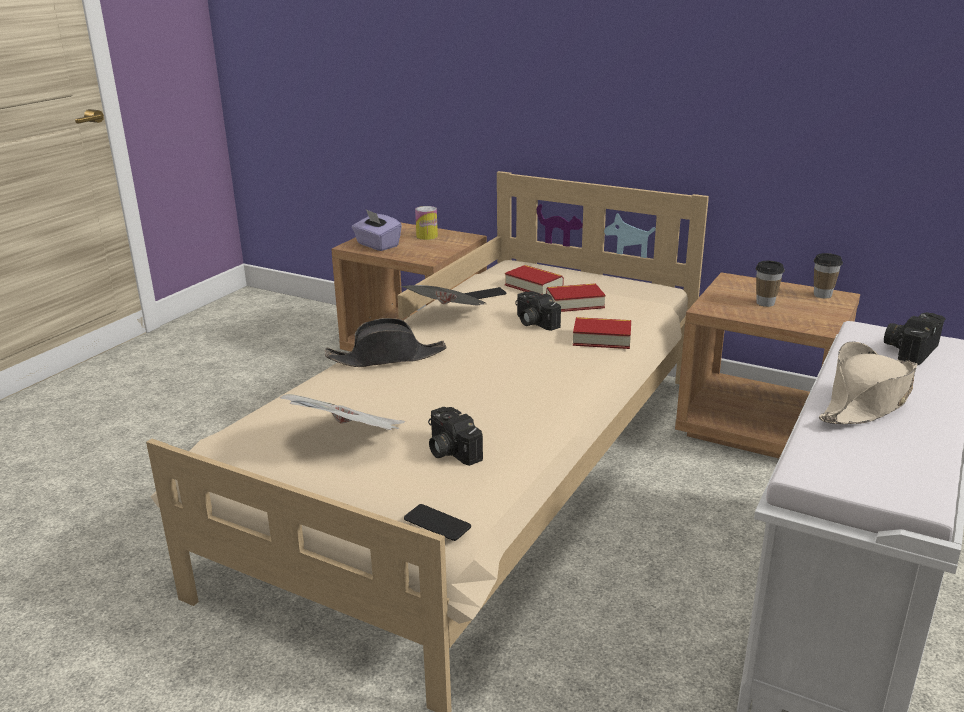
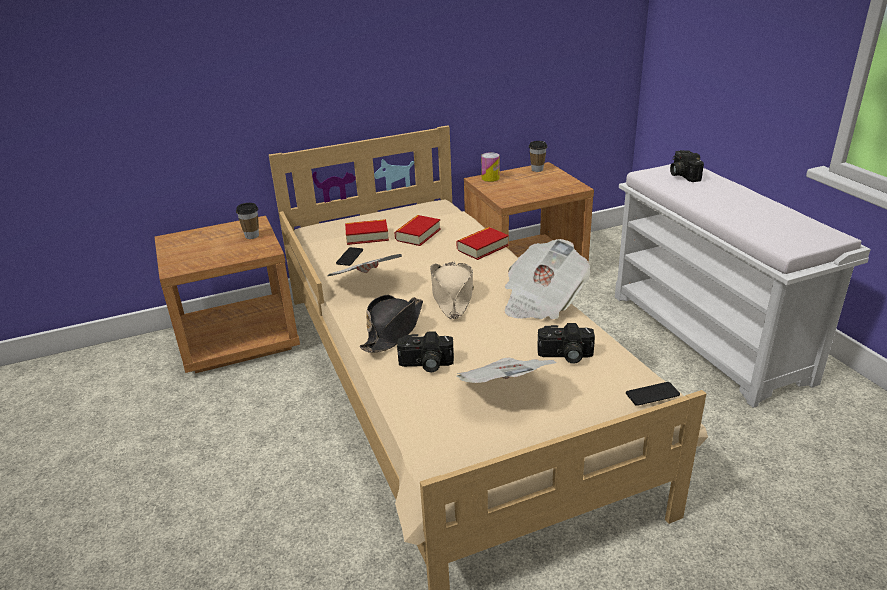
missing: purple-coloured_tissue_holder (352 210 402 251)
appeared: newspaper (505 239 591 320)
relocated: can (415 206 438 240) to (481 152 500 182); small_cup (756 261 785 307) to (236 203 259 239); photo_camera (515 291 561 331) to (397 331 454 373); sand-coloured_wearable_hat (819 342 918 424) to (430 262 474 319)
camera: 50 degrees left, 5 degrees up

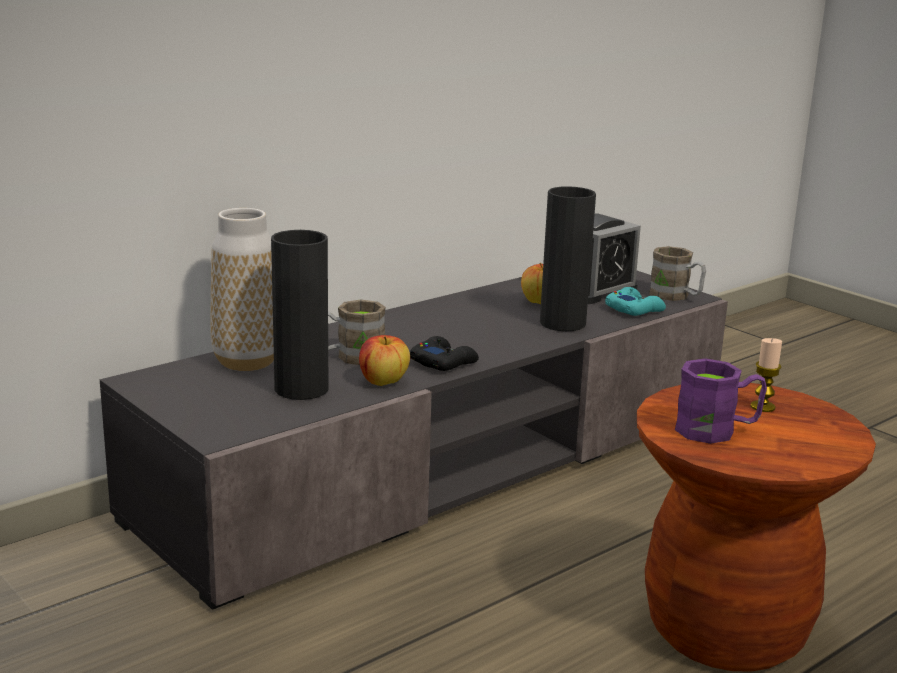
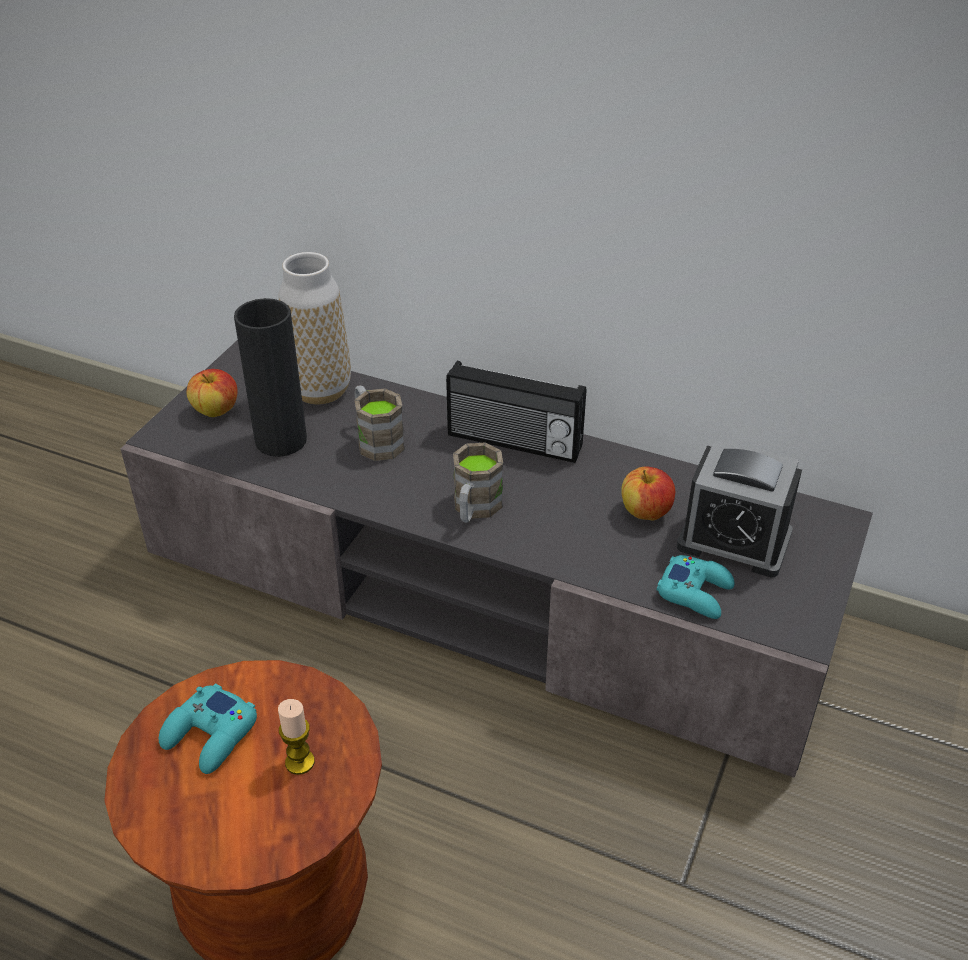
missing: black-coloured_decorative_vase (540 186 596 331); black-coloured_gamepad (410 336 479 371)
appeared: radio (446 361 586 463)
relocated: brown-coloured_coffee_mug (649 246 706 301) to (453 442 503 523); apple_fruit (359 335 410 386) to (187 369 238 417)
exchanged: purple-coloured_coffee_mug (675 358 767 444) to blue-green_gamepad (159 683 257 774)
camera: 65 degrees right, 20 degrees up

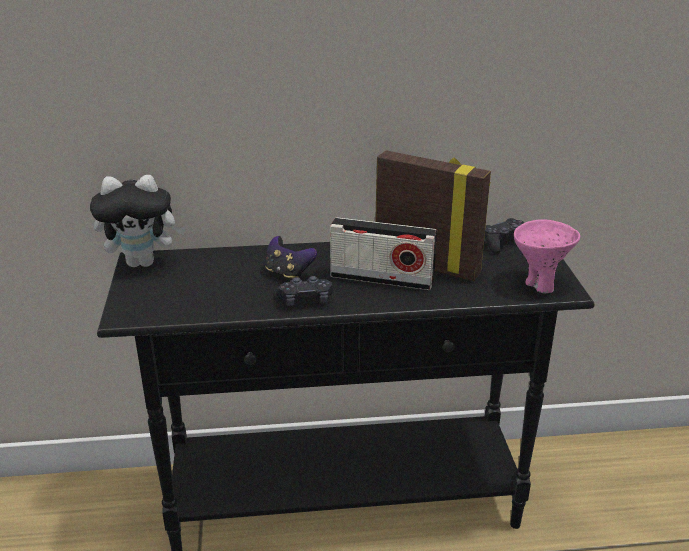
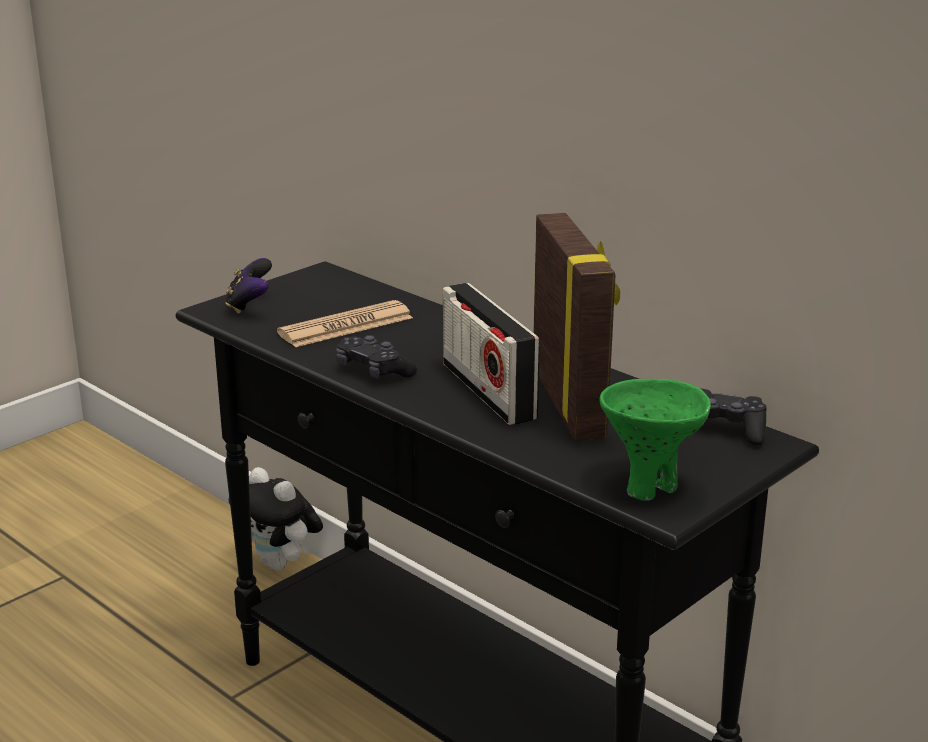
appeared: newspaper (277 300 413 347)
relocated: cuddly_toy (90 175 186 267) to (228 467 323 571); gamepad (265 236 317 279) to (225 258 272 314)
colour: pinkish_deep_dish (514 220 580 293) to green_deep_dish (599 379 711 501)
camera: 50 degrees right, 5 degrees down

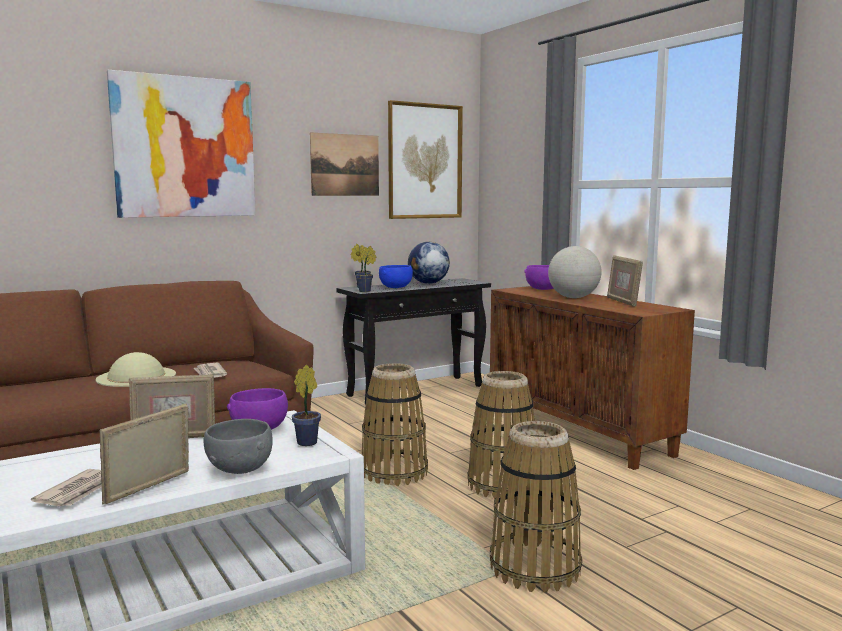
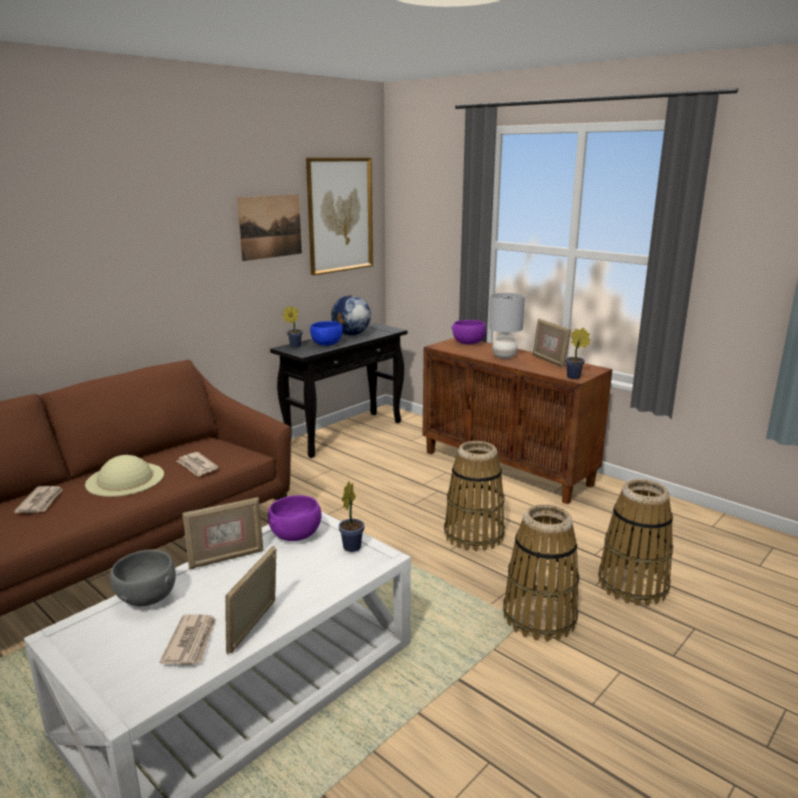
missing: picture (107 70 256 218)
appeared: newspaper (14 486 62 513)
relocated: potted_plant (356 246 377 292) to (566 328 590 379); household_basket (362 363 428 486) to (598 479 673 606); gray_deep_dish (204 419 273 474) to (110 550 176 607)
exchanged: globe (548 246 602 298) to gray_table_lamp (489 293 525 359)
camera: 15 degrees left, 10 degrees up

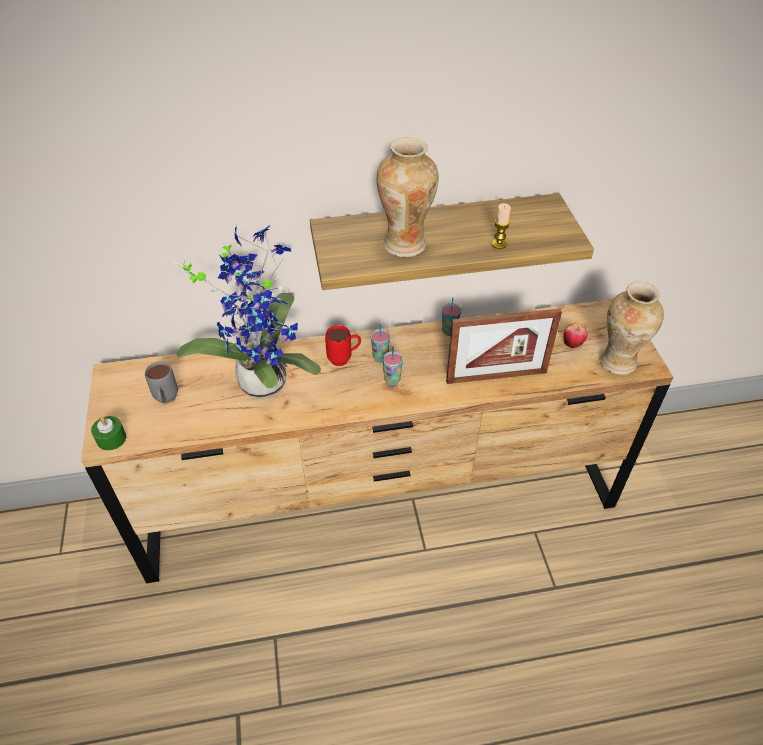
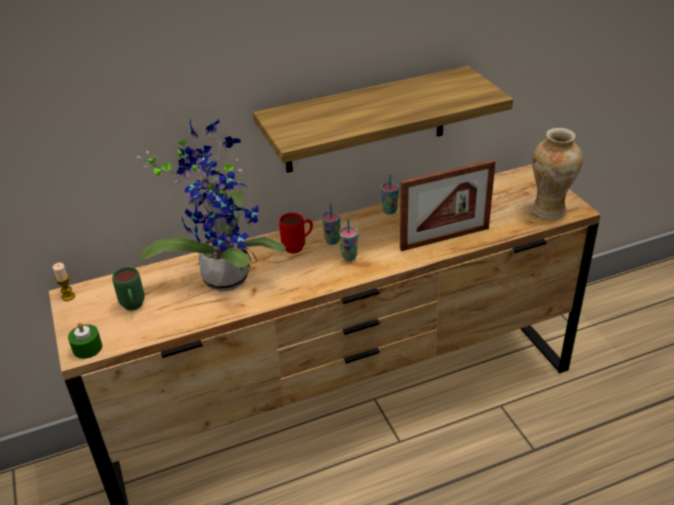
missing: decorative_vase (377 137 439 257); apple_fruit (563 323 588 348)
relocated: wax_candle (492 203 511 249) to (53 263 75 301)
colour: gray_coffee_mug (145 362 178 404) to green_coffee_mug (112 267 145 311)
camera: 10 degrees left, 10 degrees down

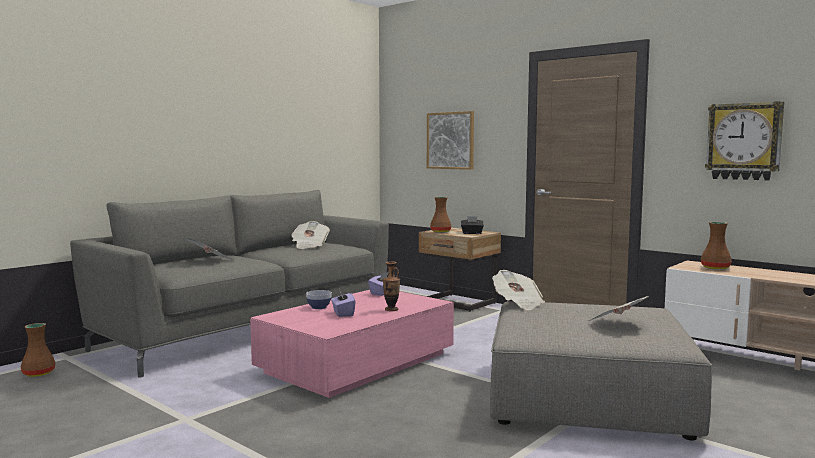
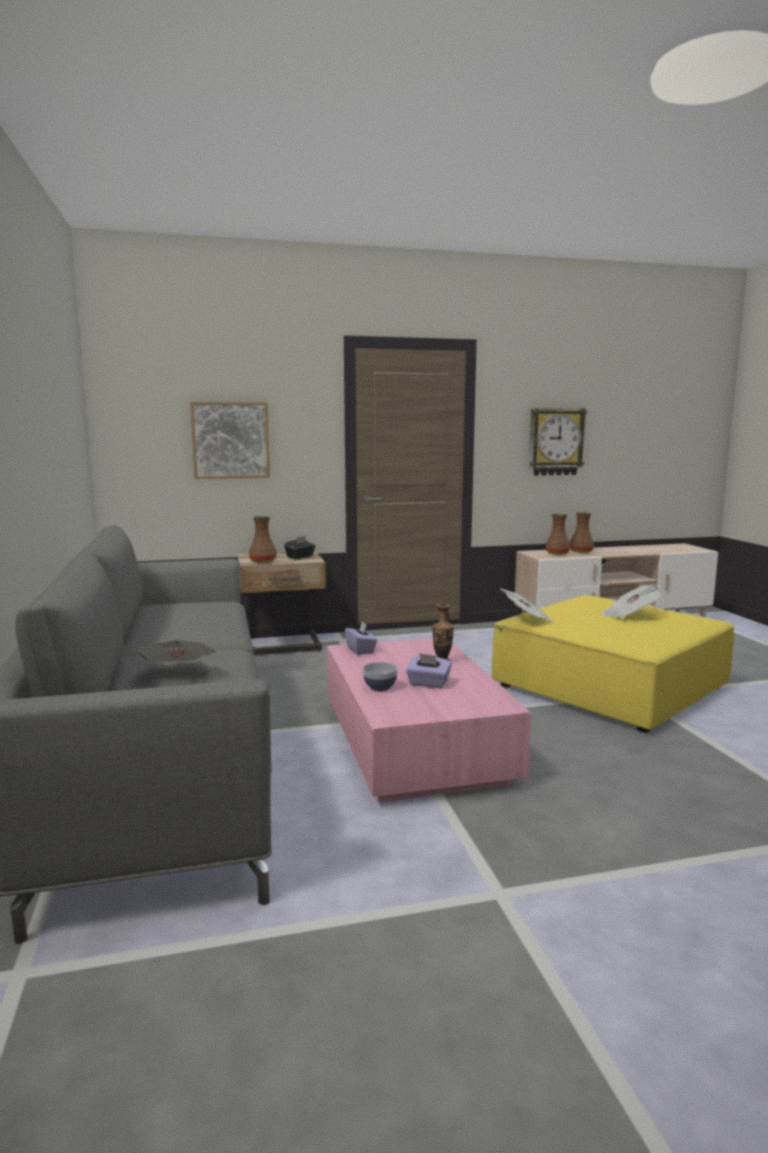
missing: newspaper (291 221 330 249)
relocated: brown-coloured_decorative_vase (21 323 56 377) to (570 512 594 553)
colour: gray_ottoman (490 301 712 440) to yellow_ottoman (492 595 735 732)
camera: 55 degrees left, 5 degrees up

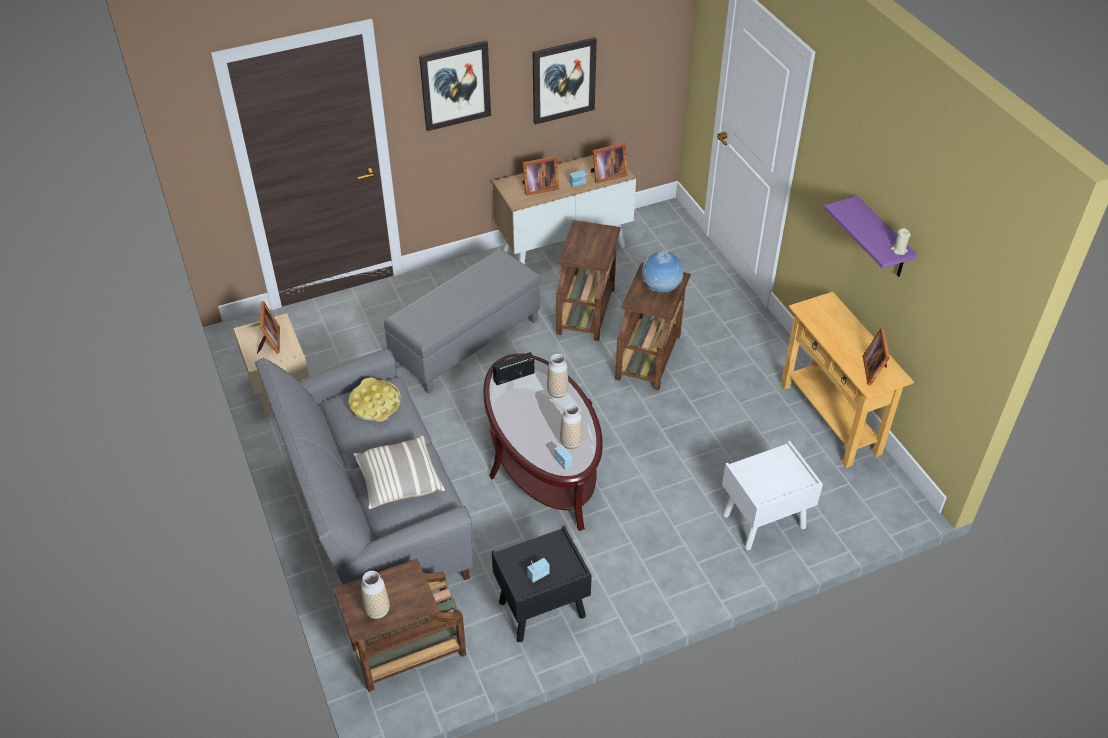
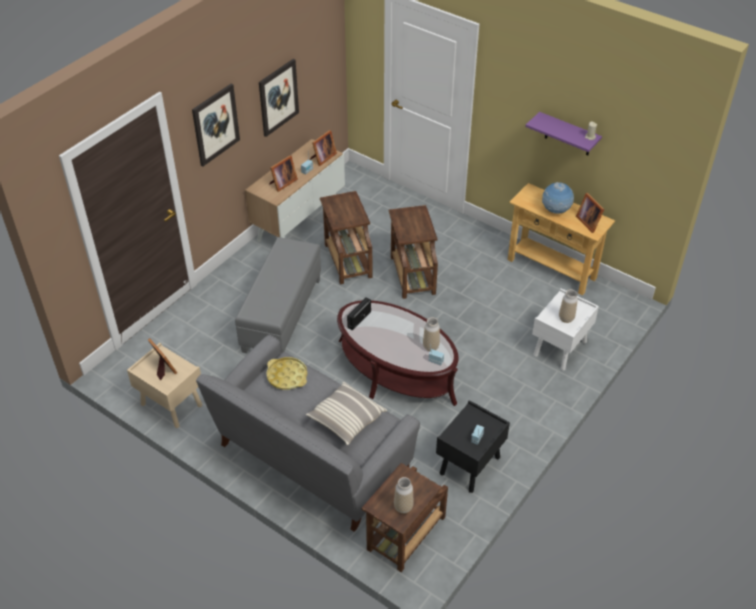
relocated: globe (642 251 684 293) to (542 182 574 214); decorative_vase (547 354 569 398) to (559 289 578 323)
camera: 30 degrees left, 0 degrees up

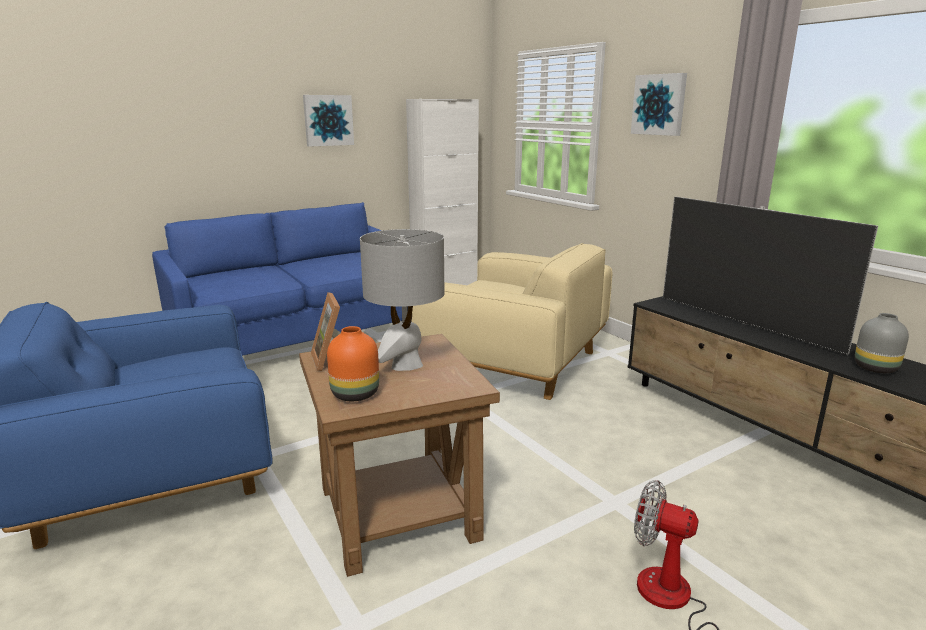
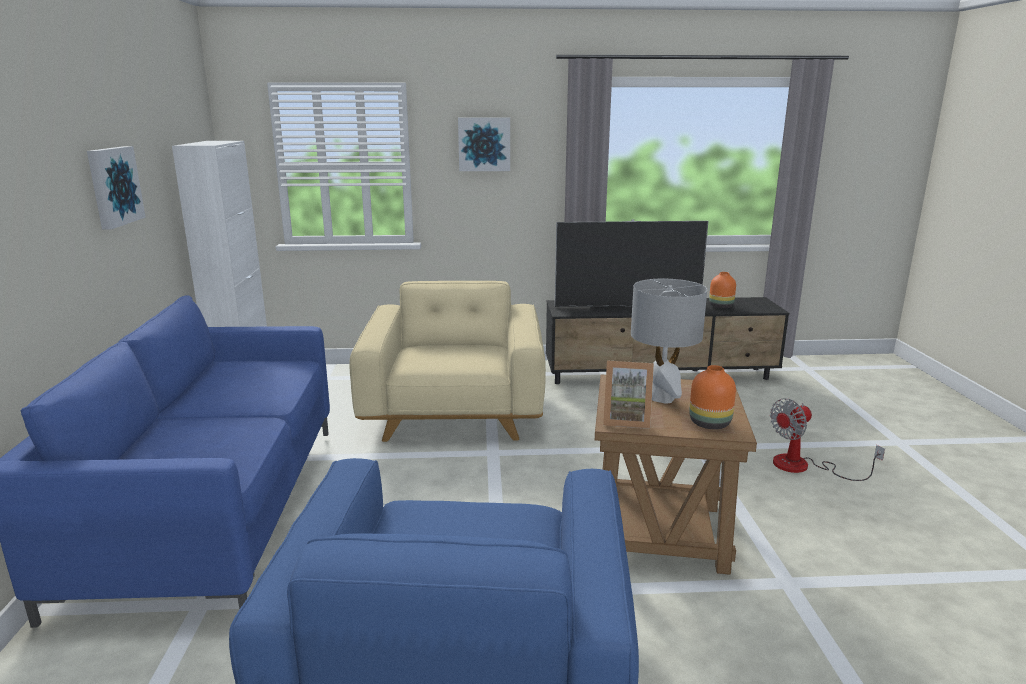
colour: gray_decorative_vase (855 313 909 373) to orange-coloured_decorative_vase (709 272 736 308)
spun: sand-coloured_easy_chair (411 243 612 400) = (349 281 546 442) 60 degrees counterclockwise
camera: 60 degrees left, 0 degrees up

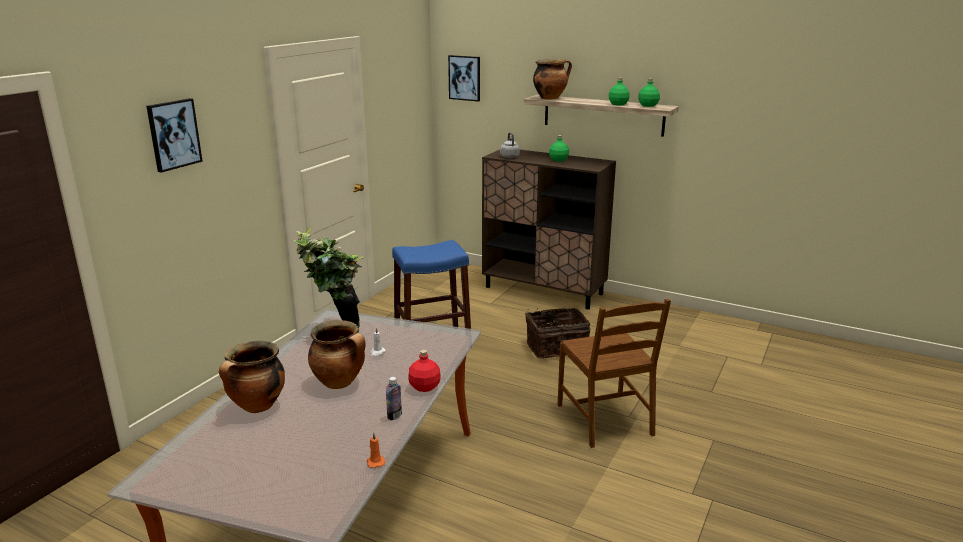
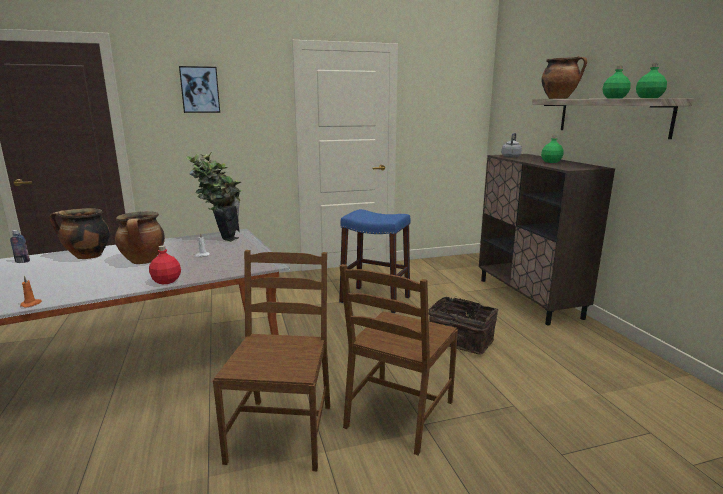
missing: picture (448 55 480 102)
appeared: brown-coloured_upright_chair (213 250 330 471)
relocated: bottle (386 377 402 420) to (10 230 30 263)
camera: 45 degrees right, 5 degrees down

